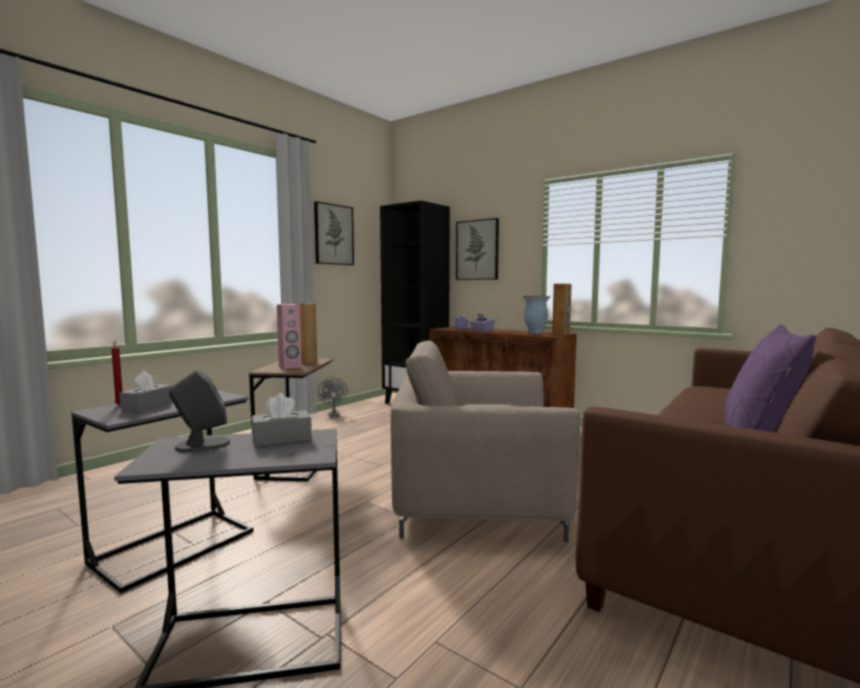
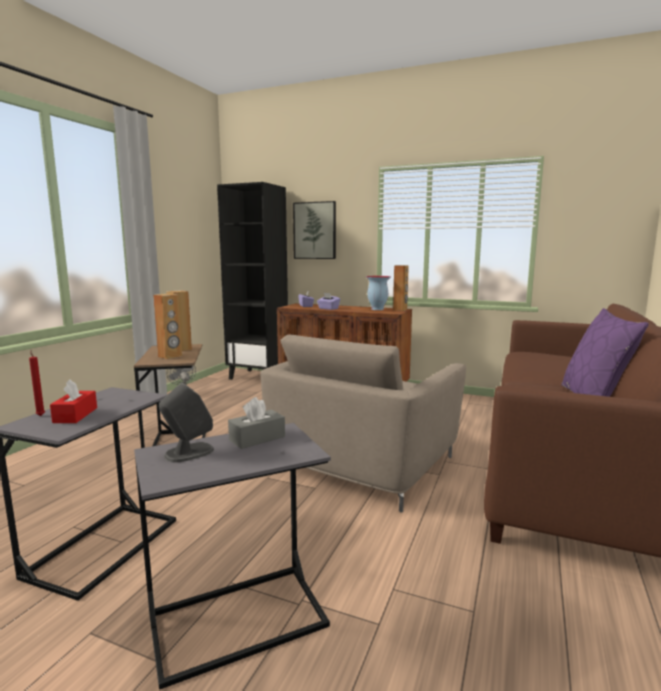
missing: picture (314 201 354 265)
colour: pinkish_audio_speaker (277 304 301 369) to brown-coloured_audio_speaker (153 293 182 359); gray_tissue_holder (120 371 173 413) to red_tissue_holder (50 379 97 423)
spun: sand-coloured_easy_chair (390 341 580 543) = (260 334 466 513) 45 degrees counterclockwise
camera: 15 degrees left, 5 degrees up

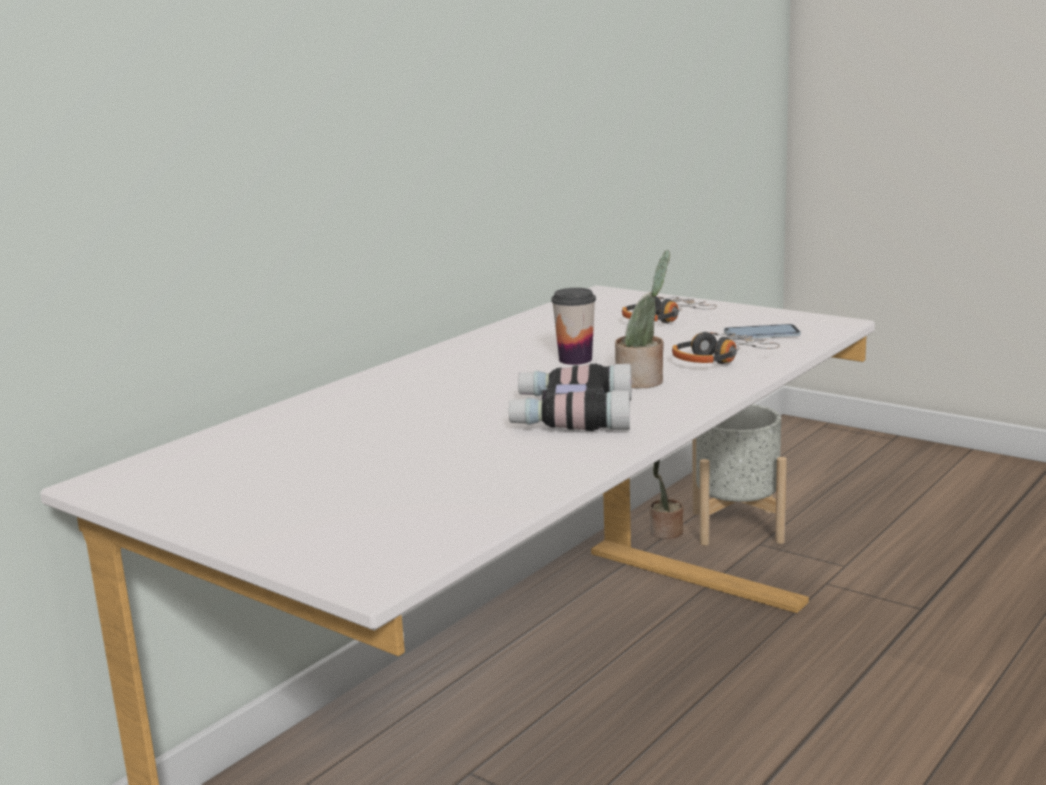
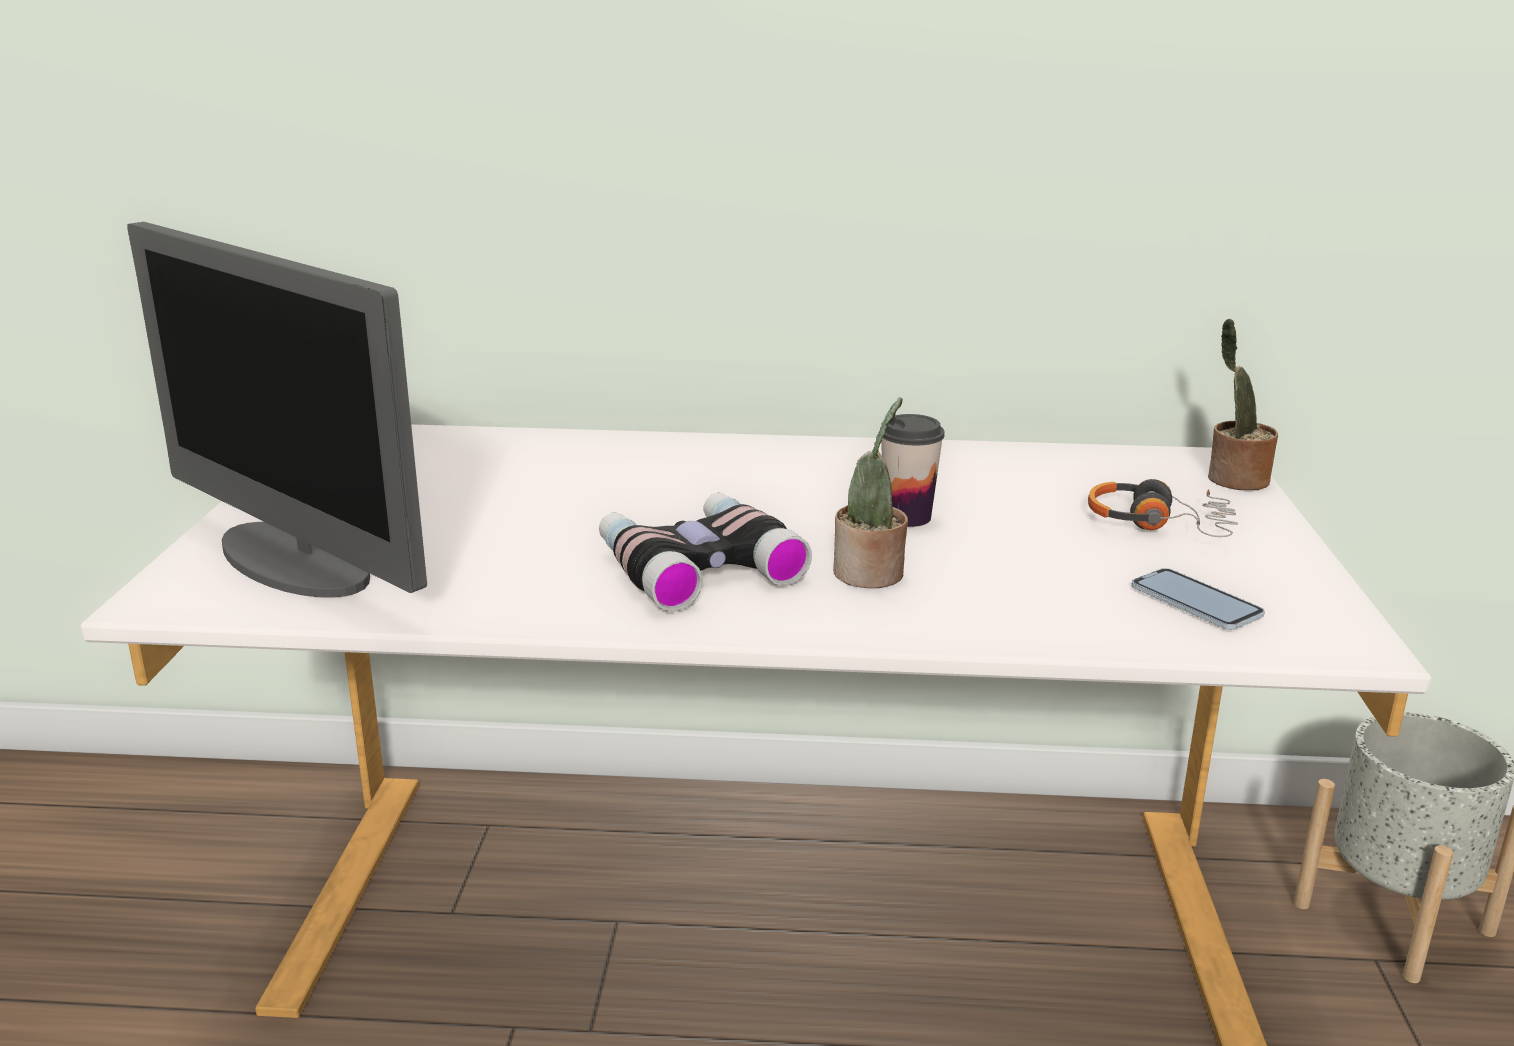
missing: pair_of_headphones (672 332 780 364)
appeared: computer_display (127 222 427 598)
relocated: potted_plant (650 460 683 539) to (1208 319 1278 490)
camera: 55 degrees right, 5 degrees up

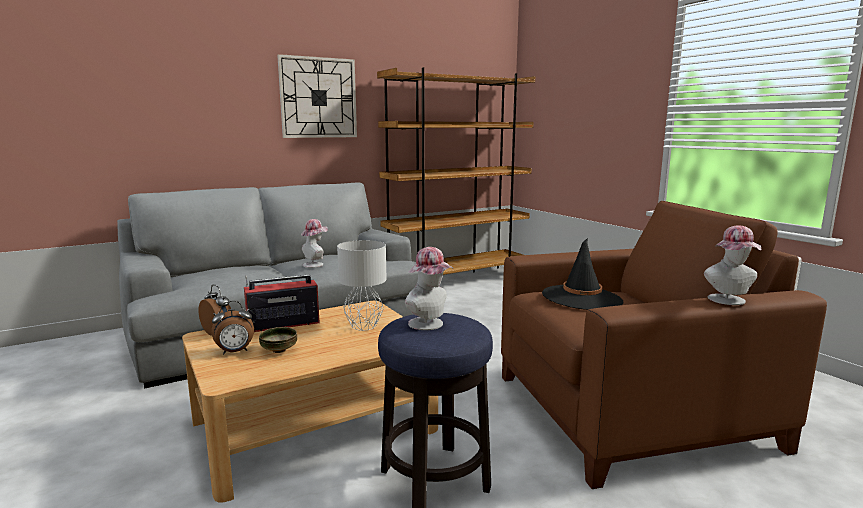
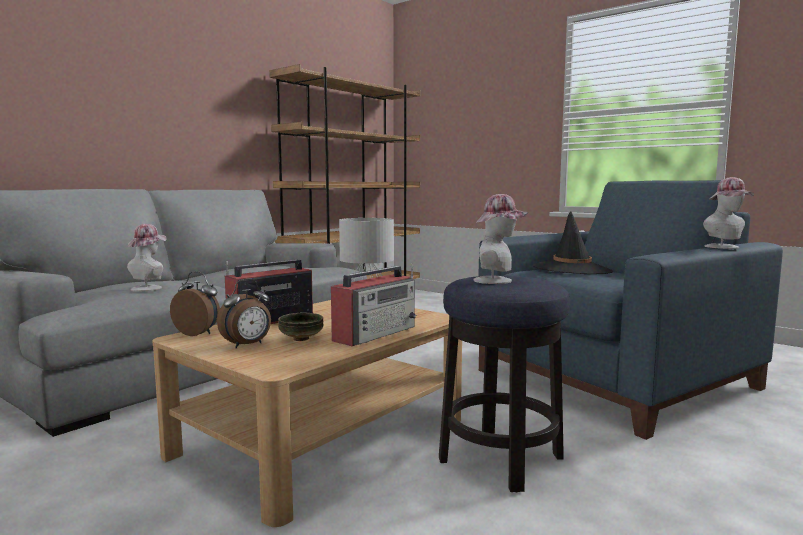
missing: wall_clock (277 54 357 138)
appeared: radio (331 263 416 346)
relocated: wearable_hat (301 219 328 268) to (127 224 167 292)
colour: brown-coloured_easy_chair (501 201 827 489) to blue-coloured_easy_chair (478 180 783 440)
camera: 20 degrees left, 5 degrees down

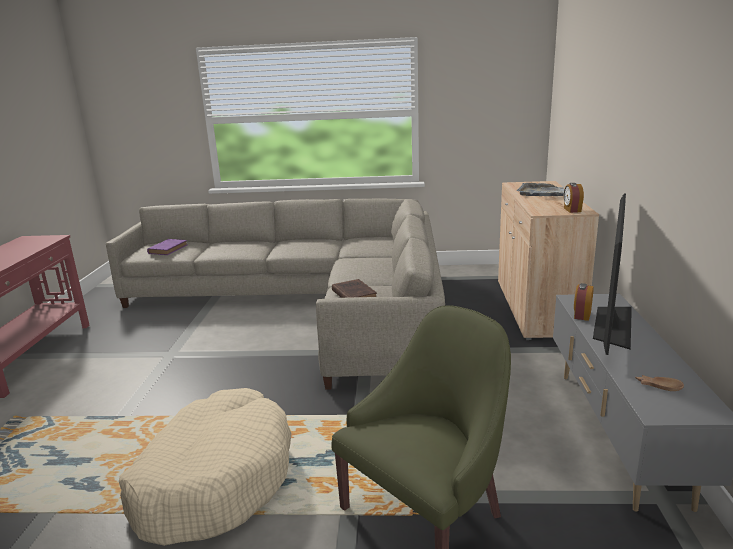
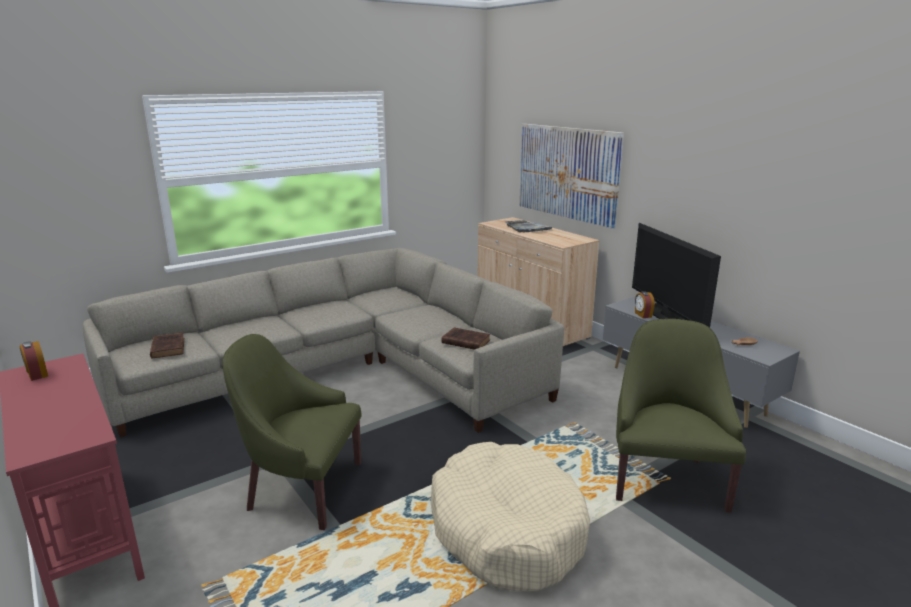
appeared: picture (519 124 624 229); green_easy_chair (223 334 361 530)
relocated: alarm_clock (564 183 584 213) to (20 341 48 381)
colour: purple-coloured_book (147 239 187 255) to brown-coloured_book (150 332 184 359)
camera: 40 degrees left, 0 degrees up

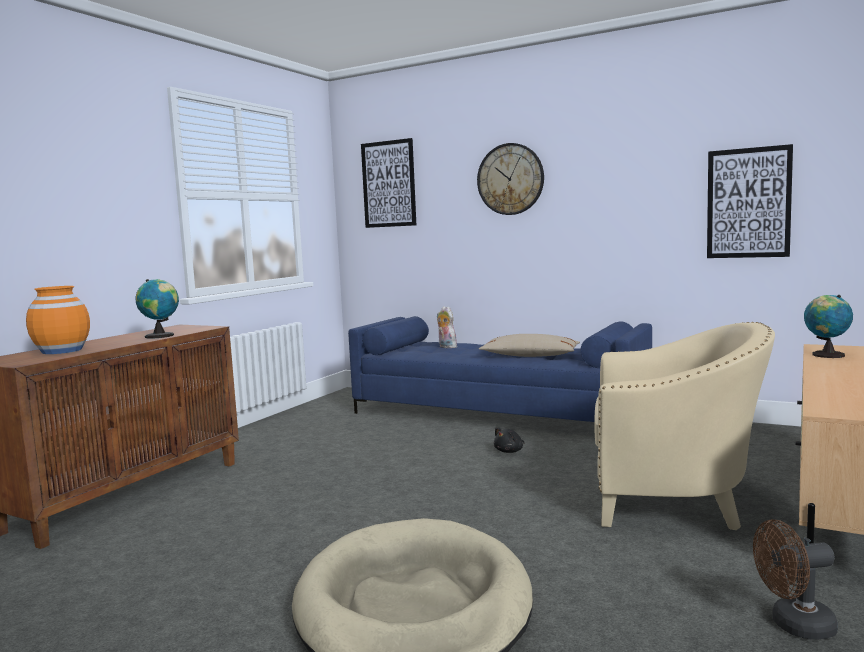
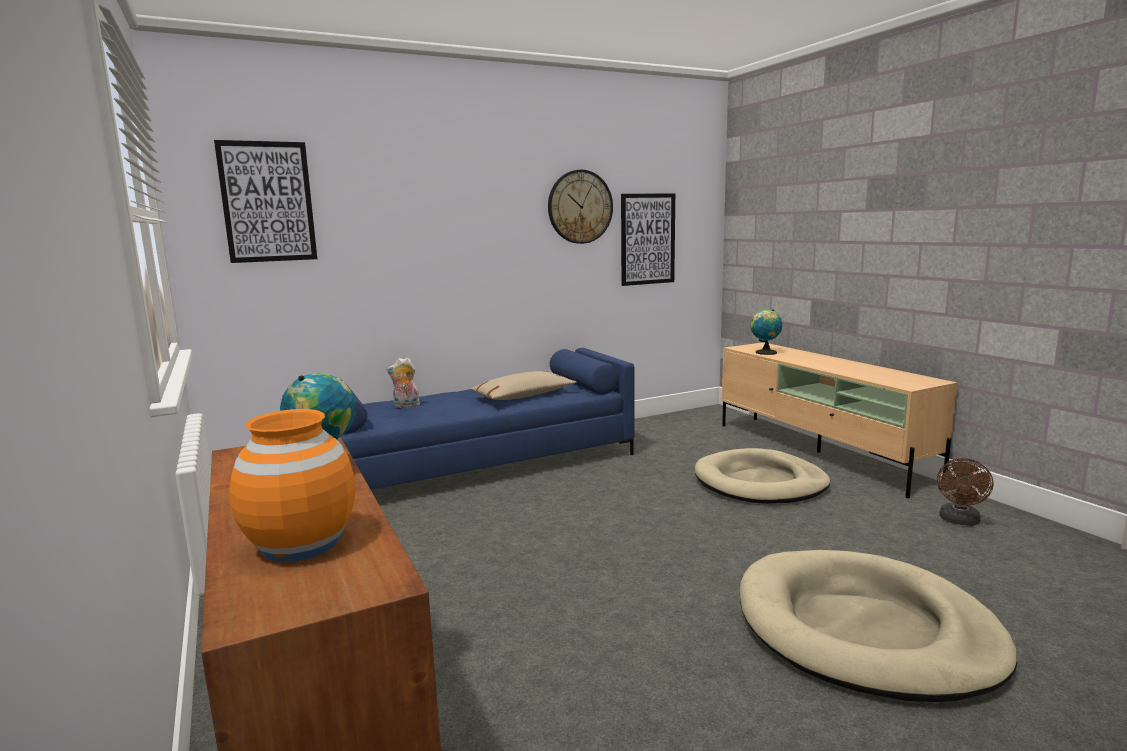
missing: black-coloured_cuddly_toy (494 427 525 453)
relocated: wall_clock (477 143 544 215) to (548 170 613 244)
exchanged: sand-coloured_easy_chair (594 322 775 530) to sand-coloured_dog_cushion (695 448 830 504)
camera: 55 degrees left, 5 degrees up

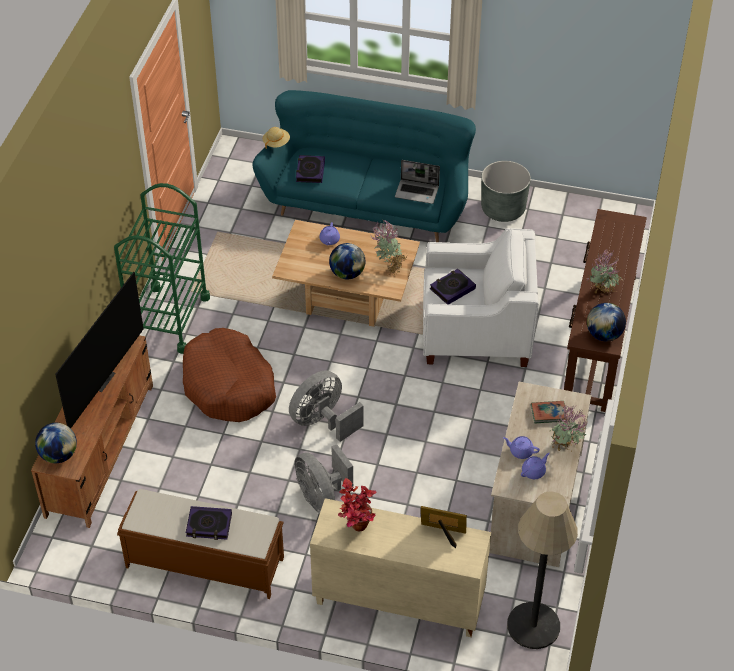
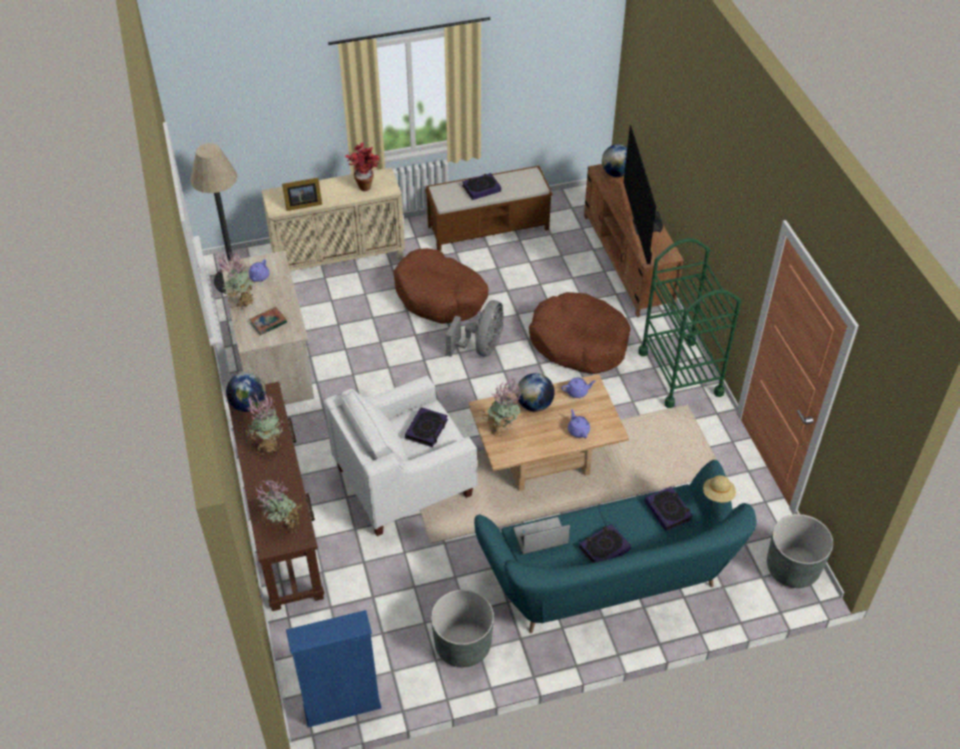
appeared: potted_plant (256 480 304 533); gray_plant_pot (767 514 833 588); book (578 524 631 563); blue-coloured_bookcase (286 610 382 727)
relocated: purple-coloured_tea_pot (503 436 540 459) to (561 377 596 398)
exchanged: gray_cooling_fan (295 444 353 514) to brown-coloured_dog_cushion (394 248 489 324)
camera: 150 degrees right, 0 degrees up

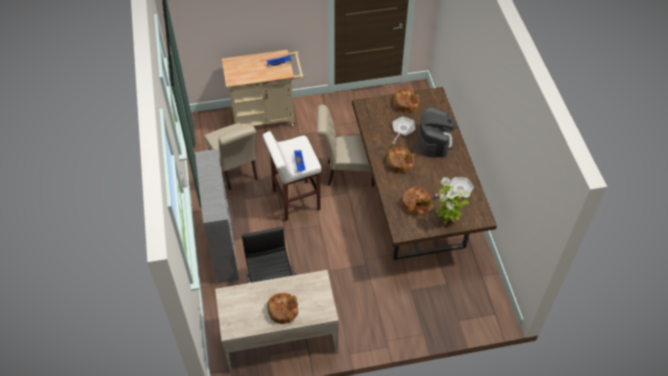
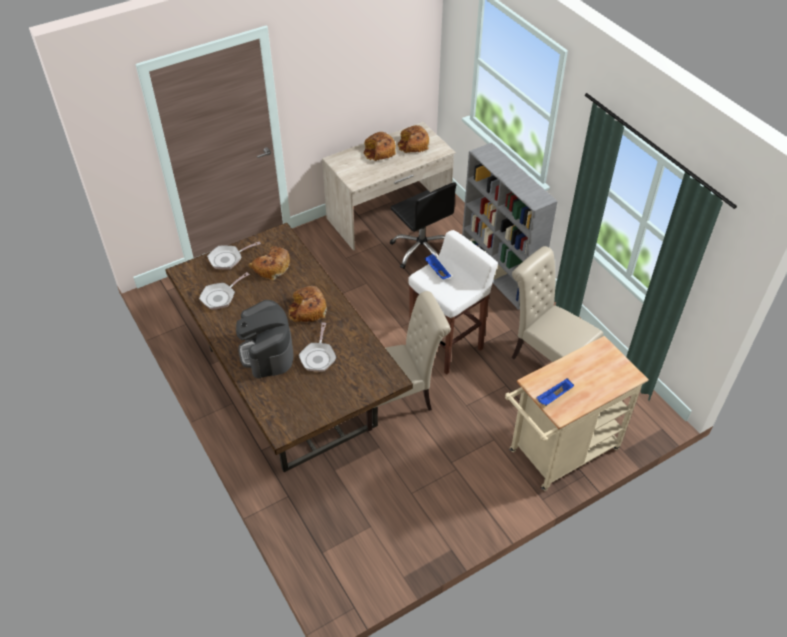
relocated: bread (393 89 419 112) to (397 125 429 153)
exchanged: potted_plant (436 177 470 225) to pan (207 242 261 269)
camera: 160 degrees right, 5 degrees down

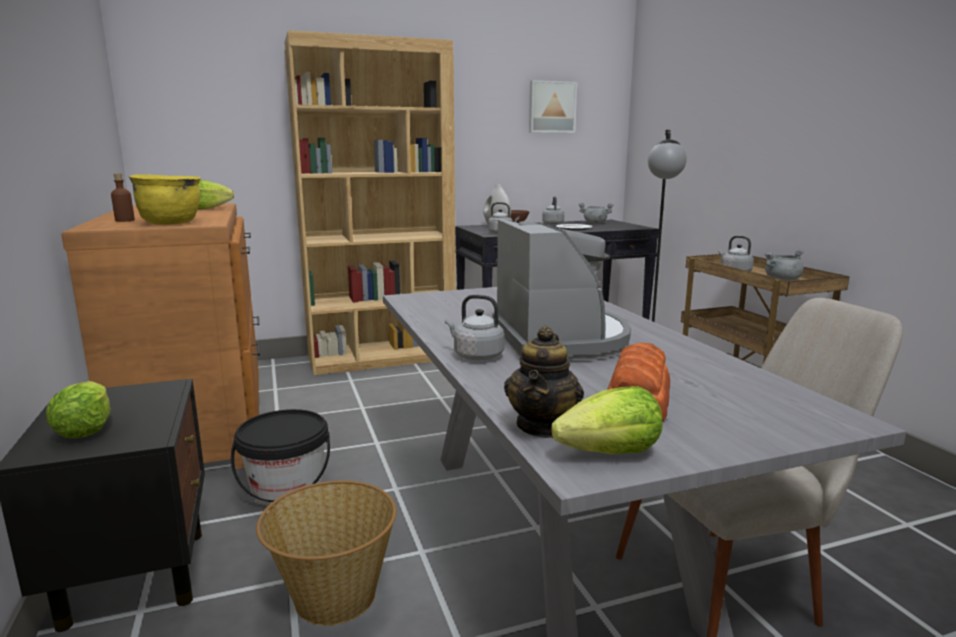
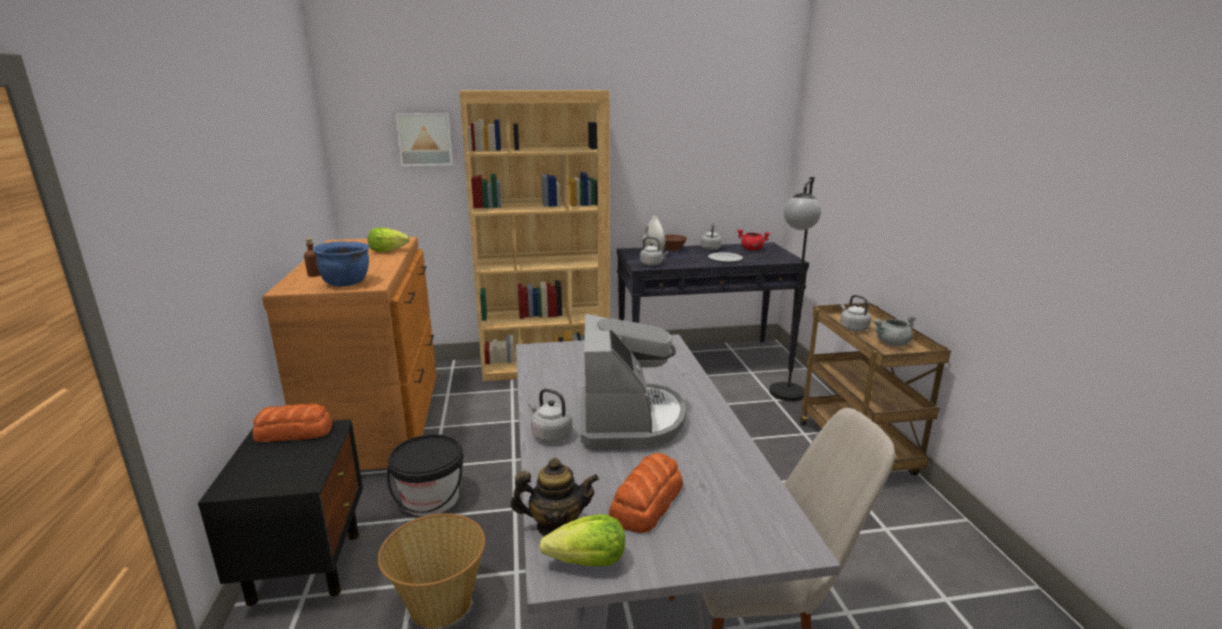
missing: lettuce (46 381 111 438)
appeared: bread (253 404 333 442)
relocated: picture (529 80 577 133) to (395 113 453 166)
colour: yellow_saucepot (129 174 200 225) to blue-coloured_saucepot (313 241 369 286); gray_saucepot (579 203 614 224) to red_saucepot (737 229 770 250)
spun: tea_pot (504 326 584 438) = (510 458 599 536) 120 degrees counterclockwise
camera: 10 degrees right, 5 degrees up

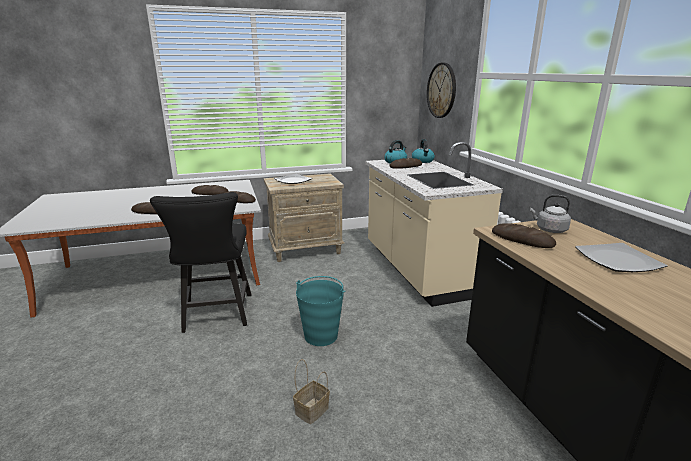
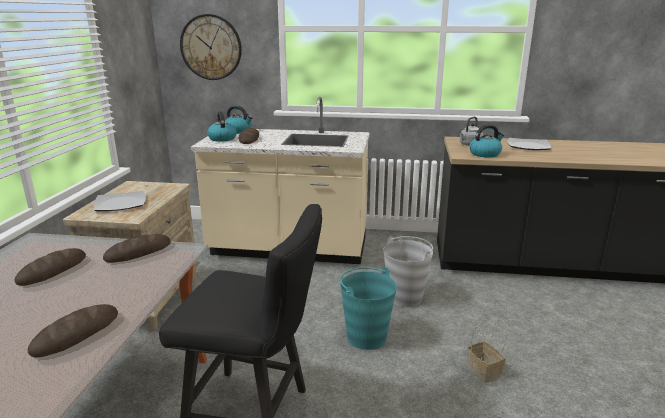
appeared: gray_water_bucket (383 236 433 307)
exchanged: bread (492 223 556 248) to tea_kettle (470 124 504 157)
camera: 65 degrees left, 0 degrees up

